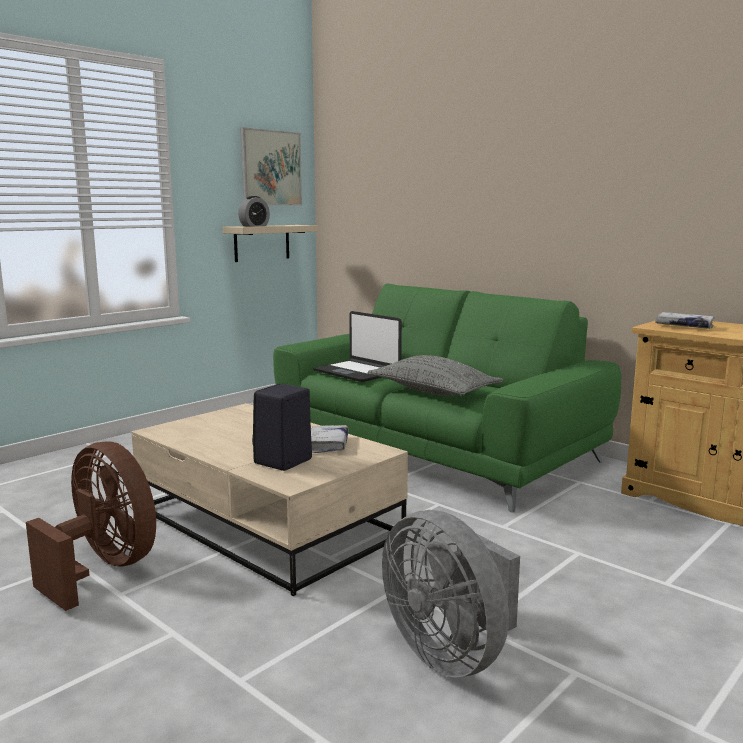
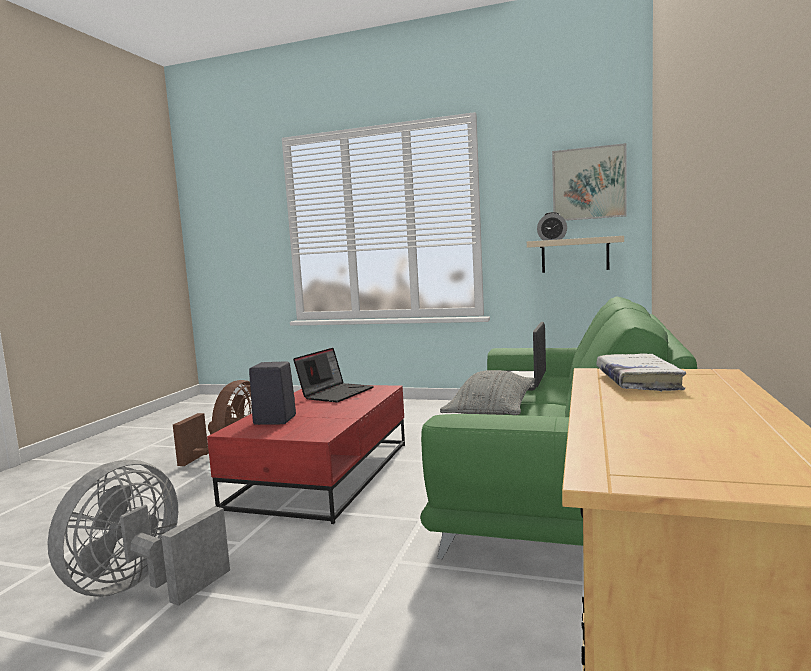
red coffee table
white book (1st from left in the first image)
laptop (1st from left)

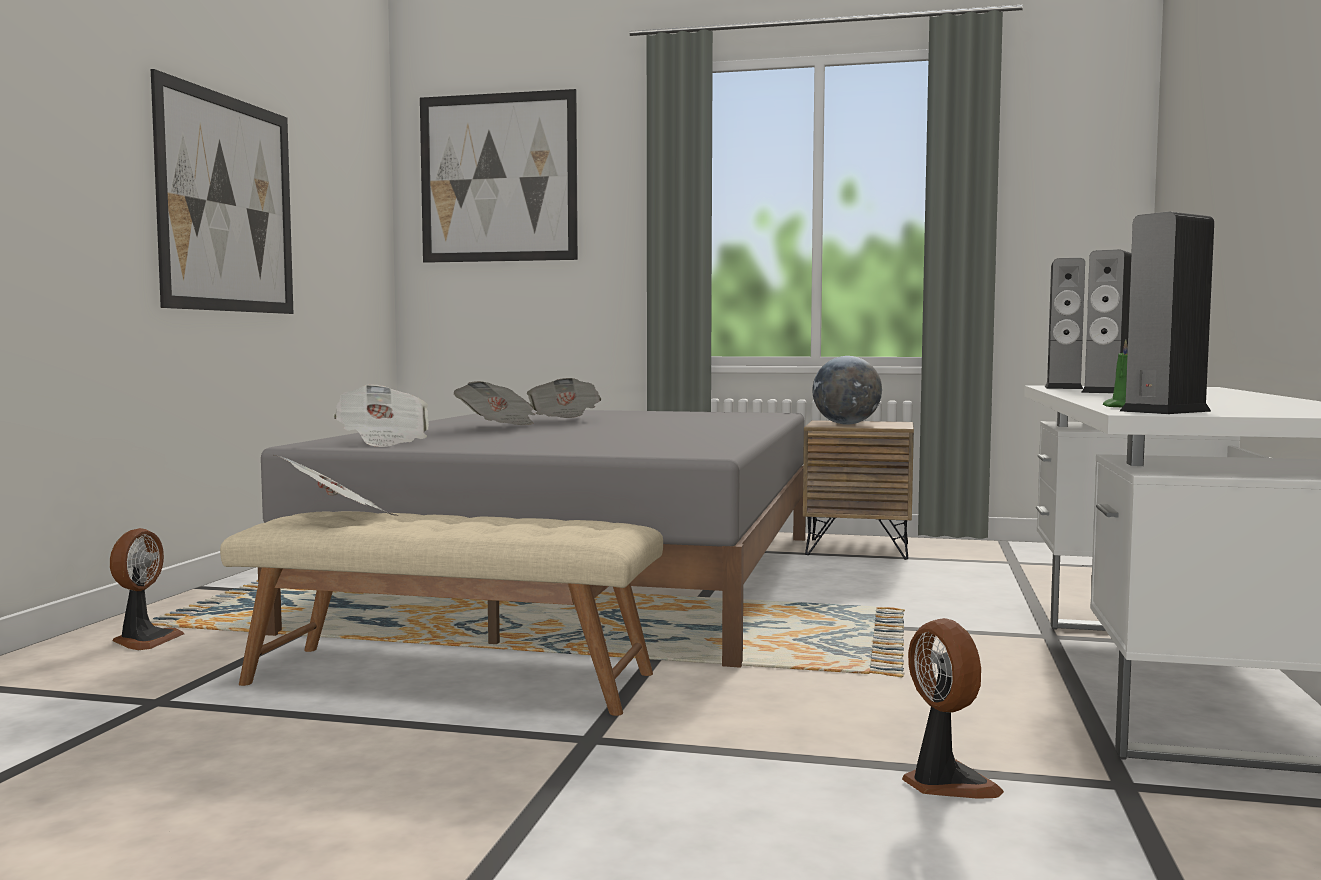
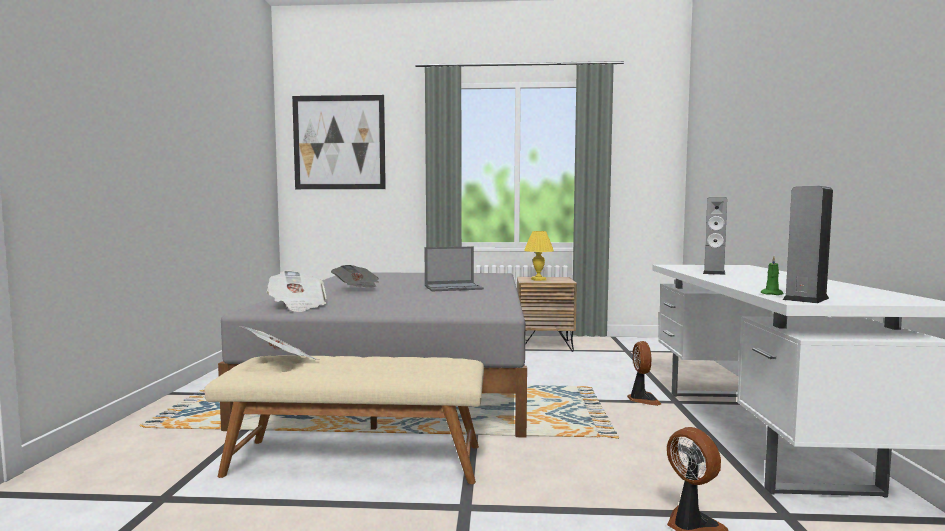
fan (1st from left)
picture (1st from left in the first image)
newspaper (4th from left in the first image)
yellow table lamp
speaker (1st from left in the first image)
laptop

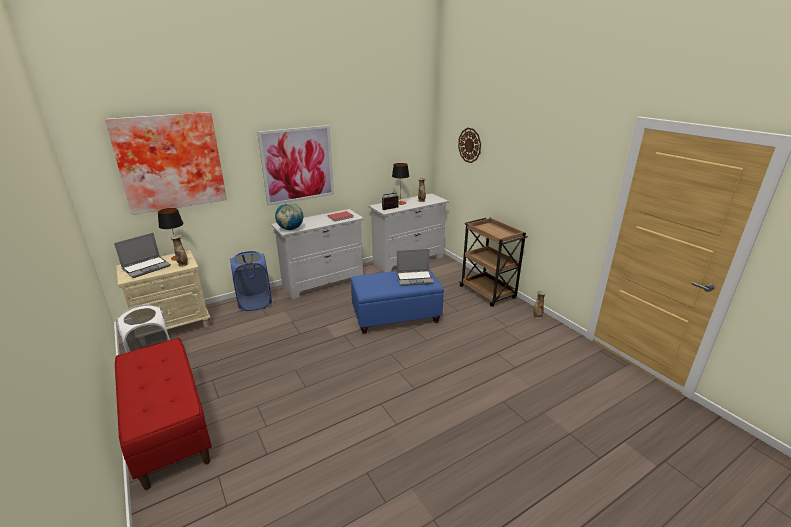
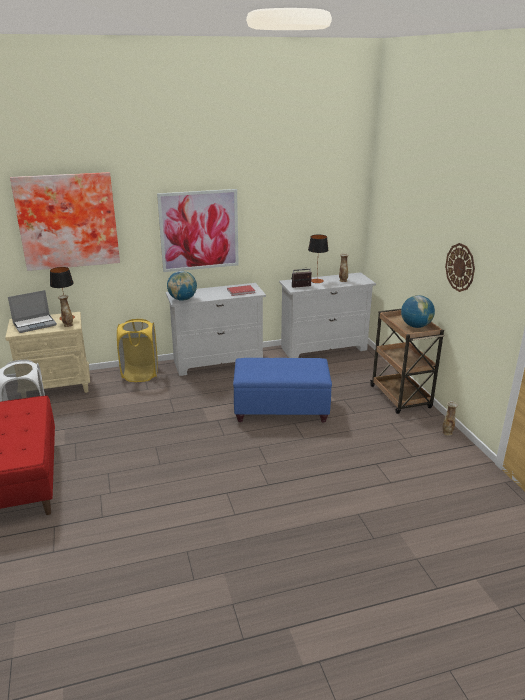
yellow laundry basket
laptop (2nd from left in the first image)
wall clock
globe (2nd from left)

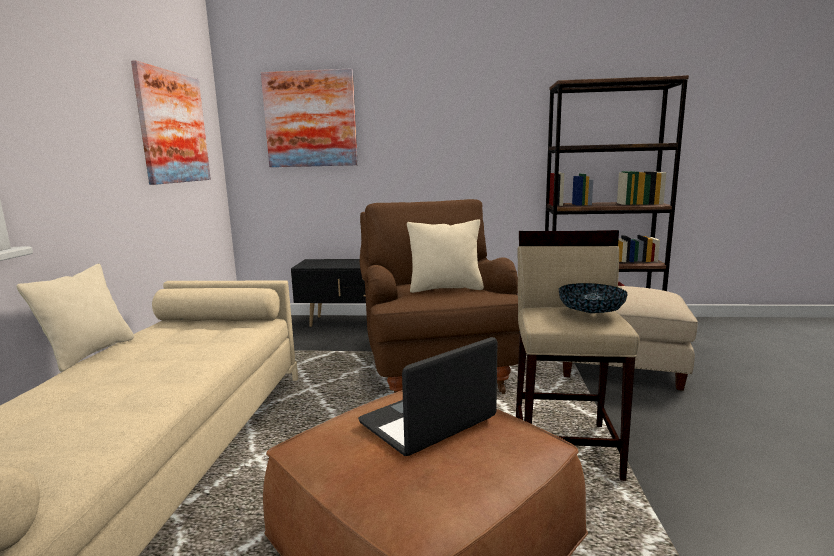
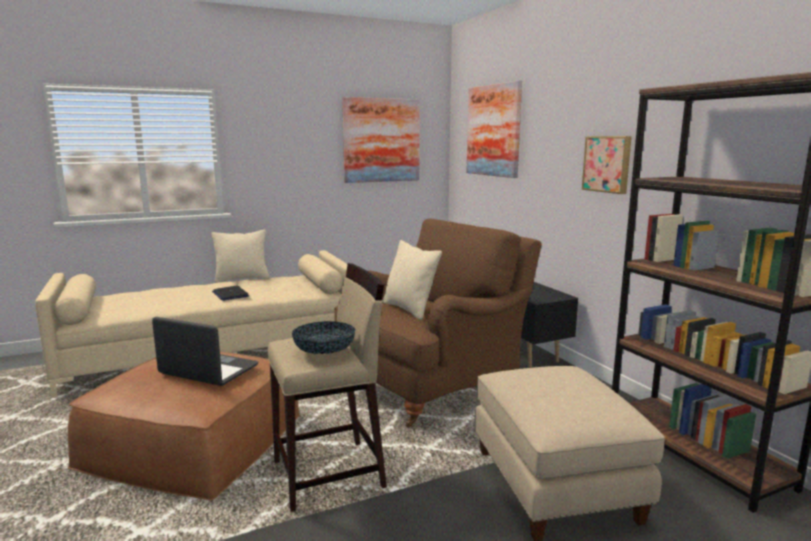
laptop (2nd from left)
picture (3rd from left)

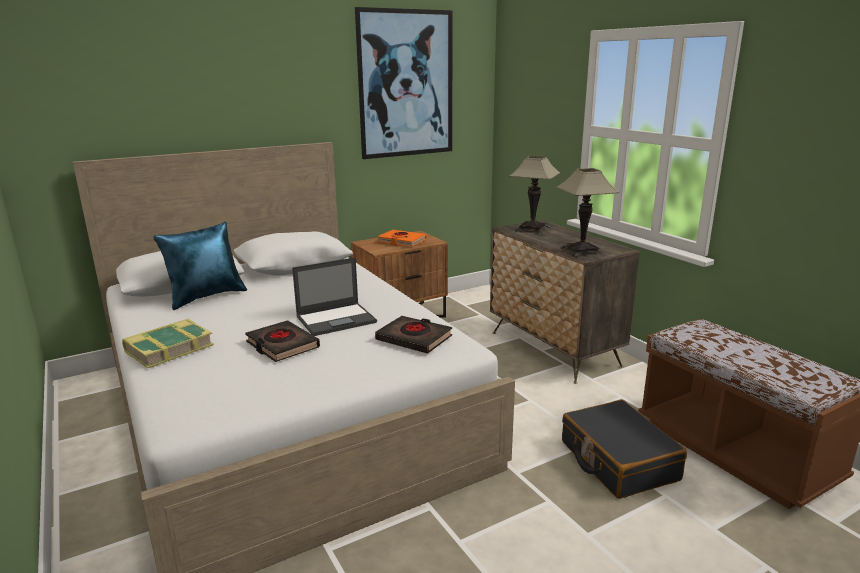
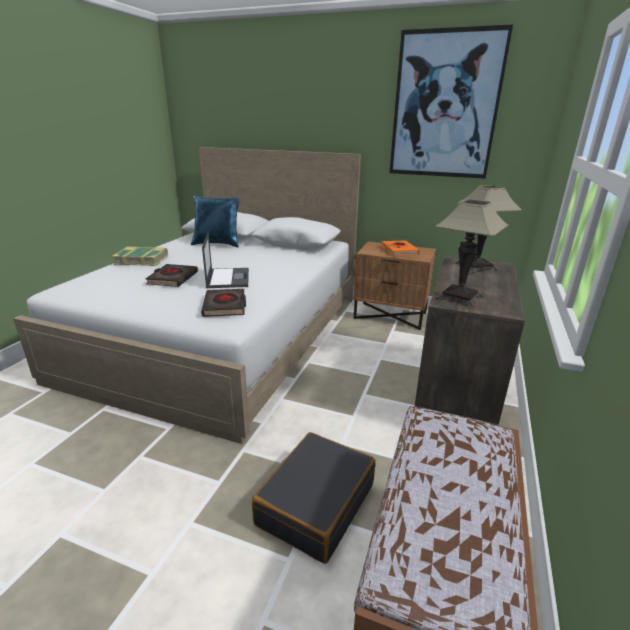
laptop

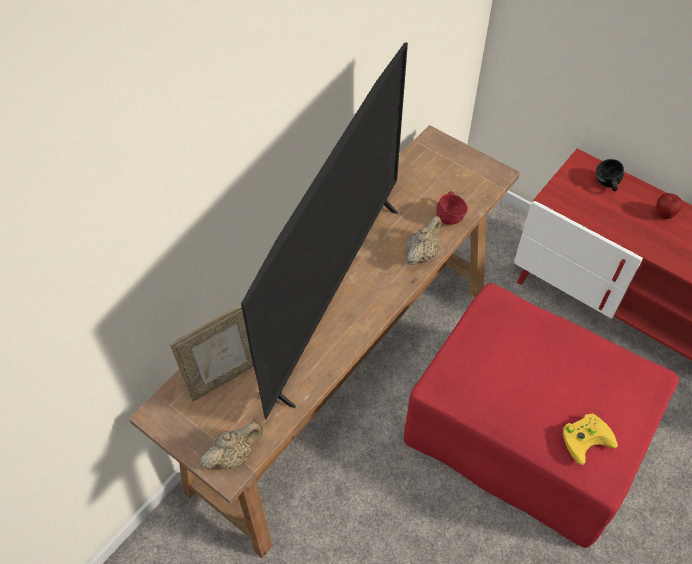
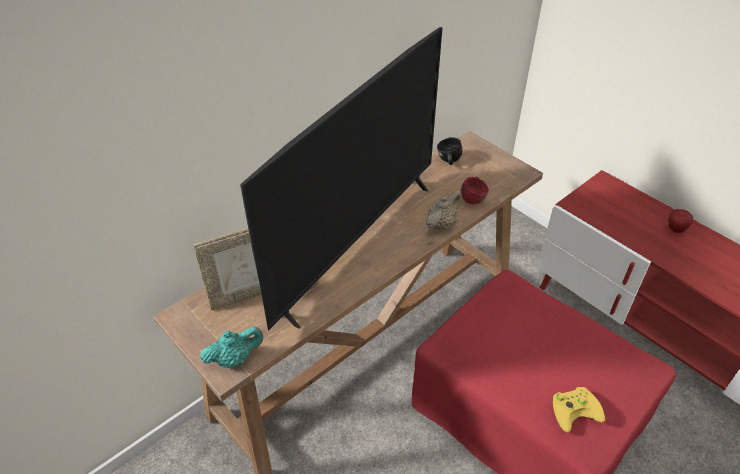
turquoise teapot
black mug

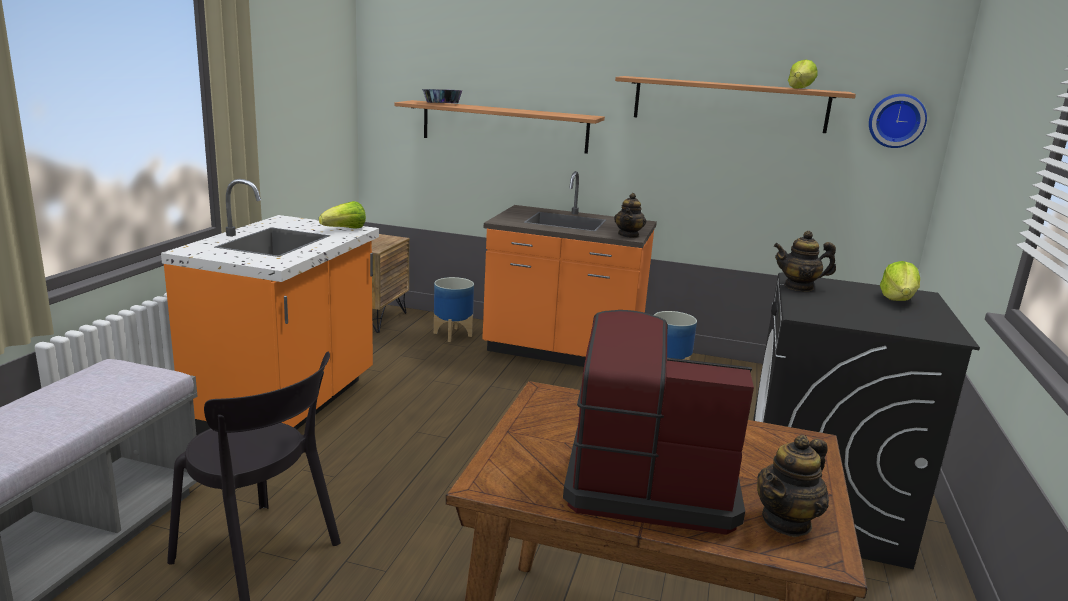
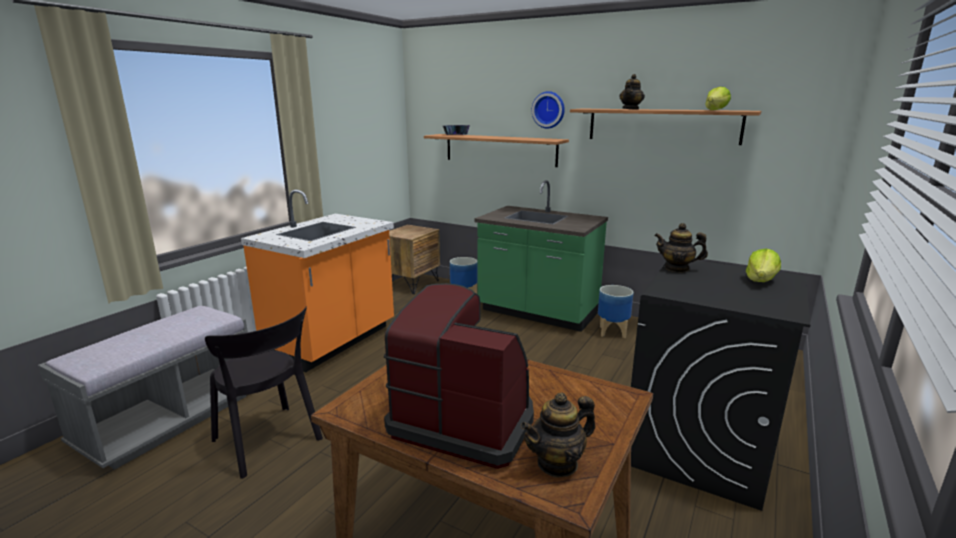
lettuce (1st from left in the first image)
green counter
teapot (2nd from left)
wall clock

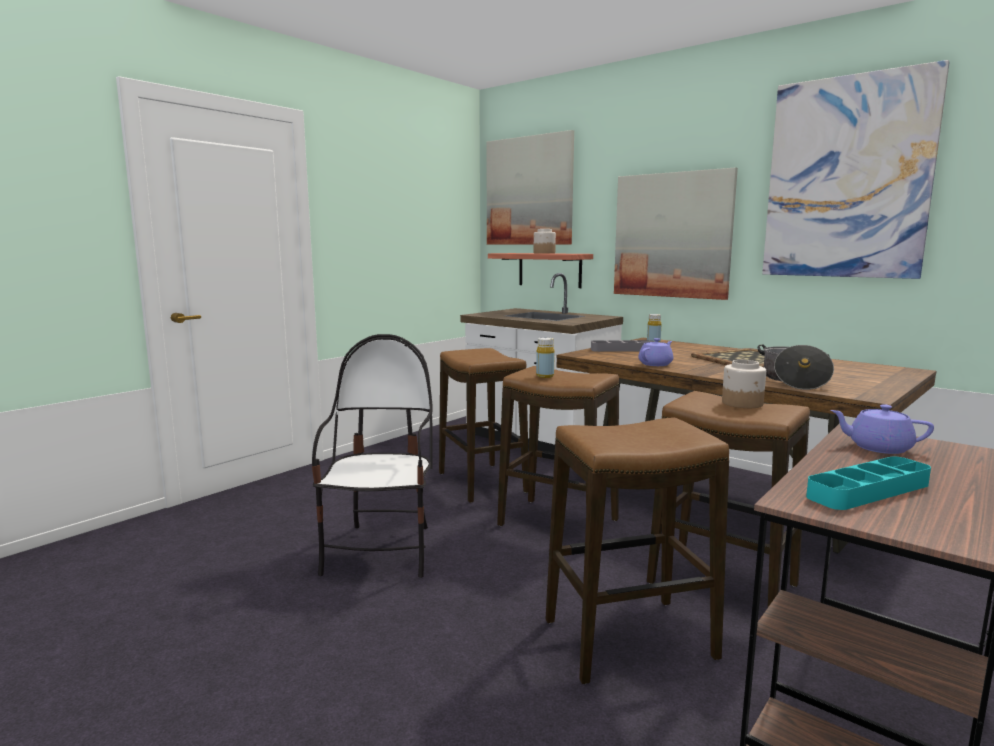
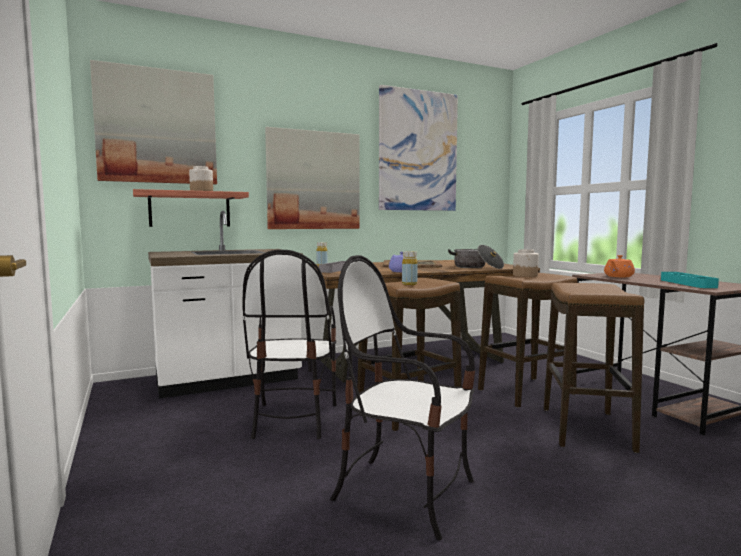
chair (1st from left)
orange teapot

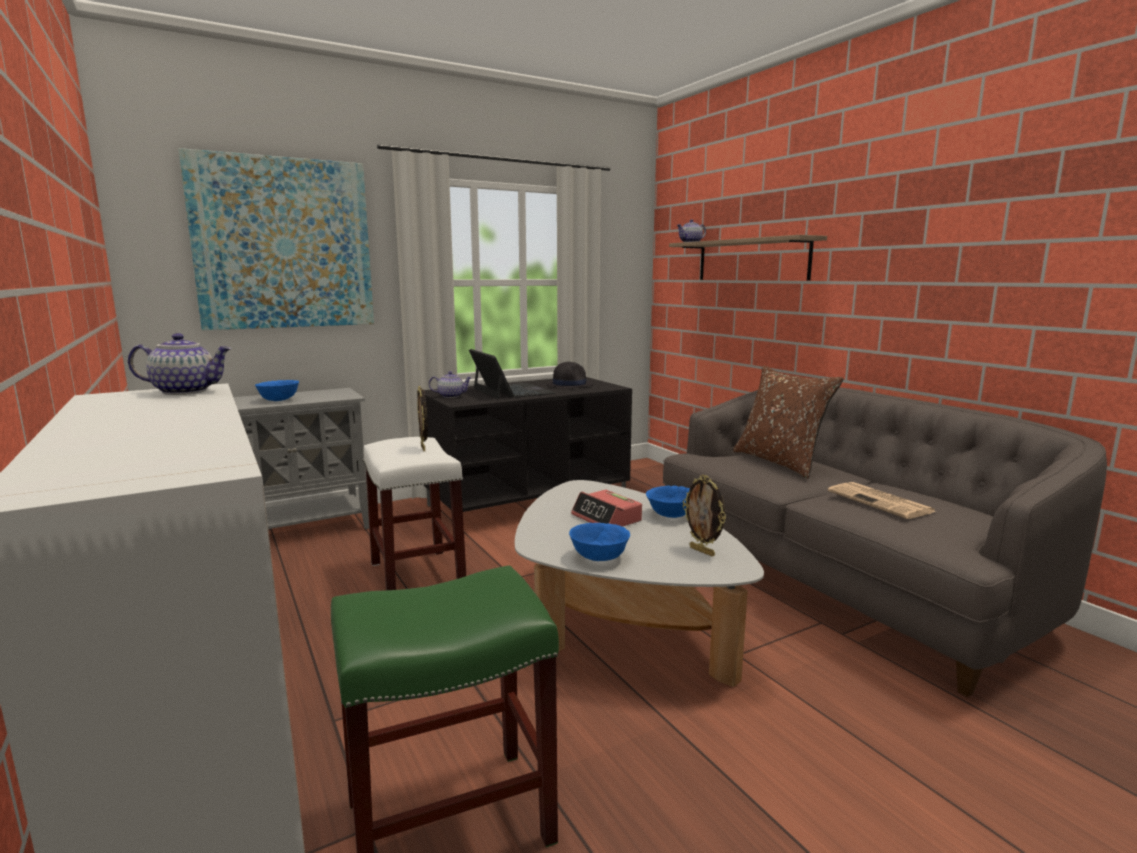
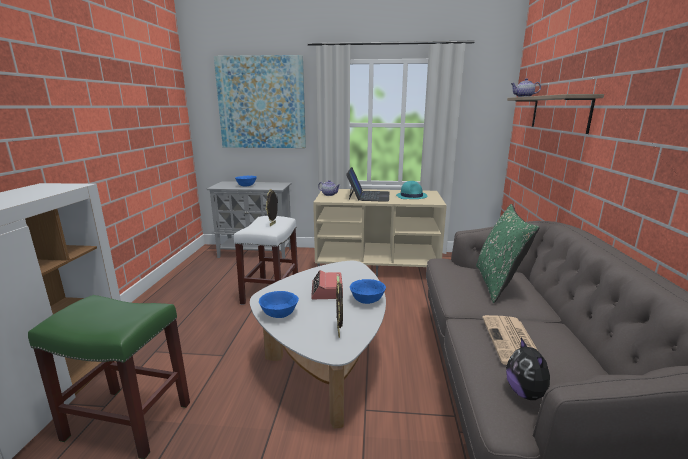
teapot (1st from left in the first image)
beige tv stand
turquoise hat
green pillow
plush toy

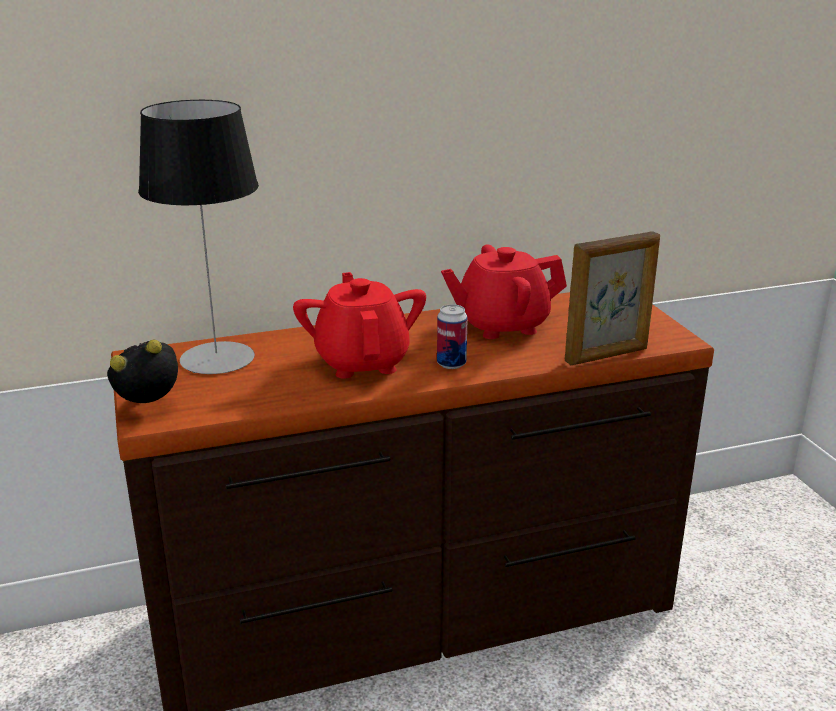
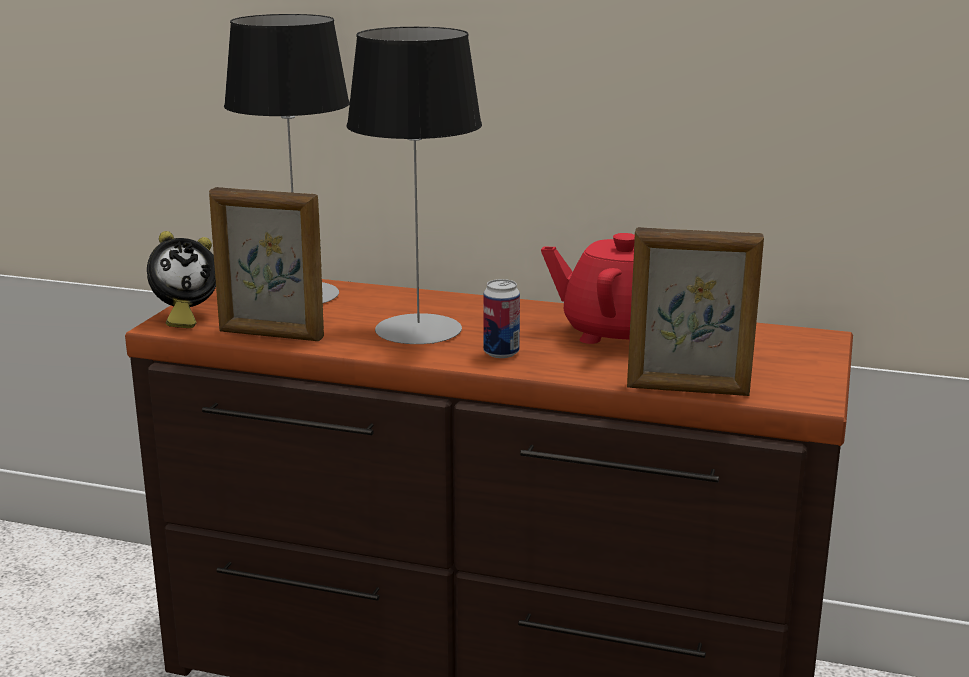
alarm clock
table lamp (2nd from left)
picture frame (1st from left)

